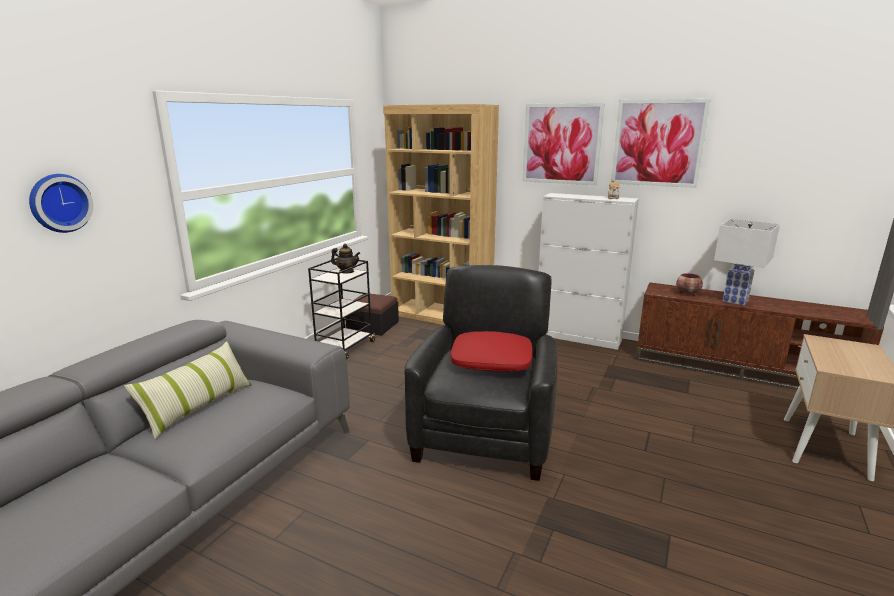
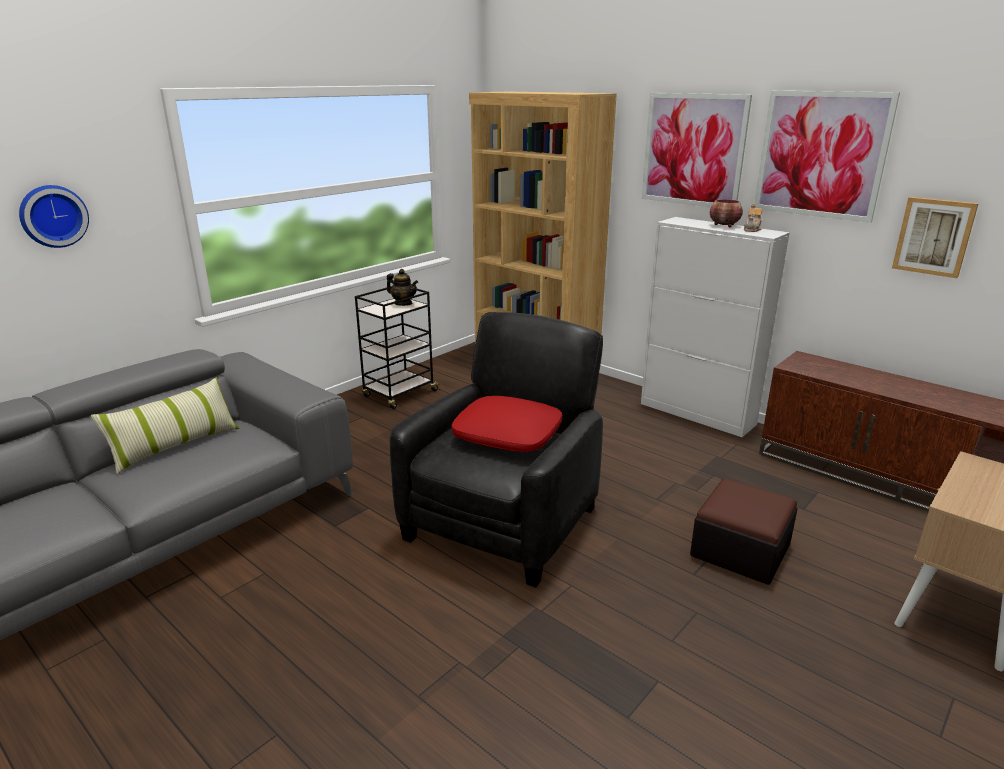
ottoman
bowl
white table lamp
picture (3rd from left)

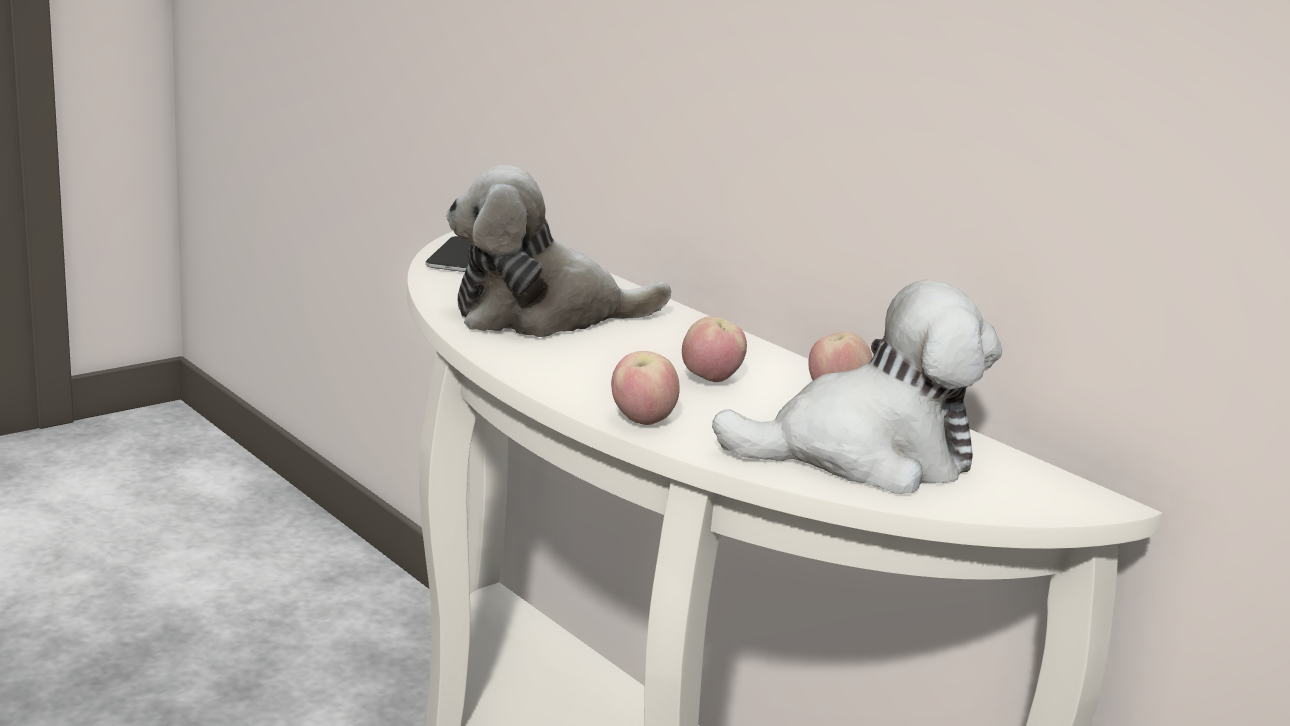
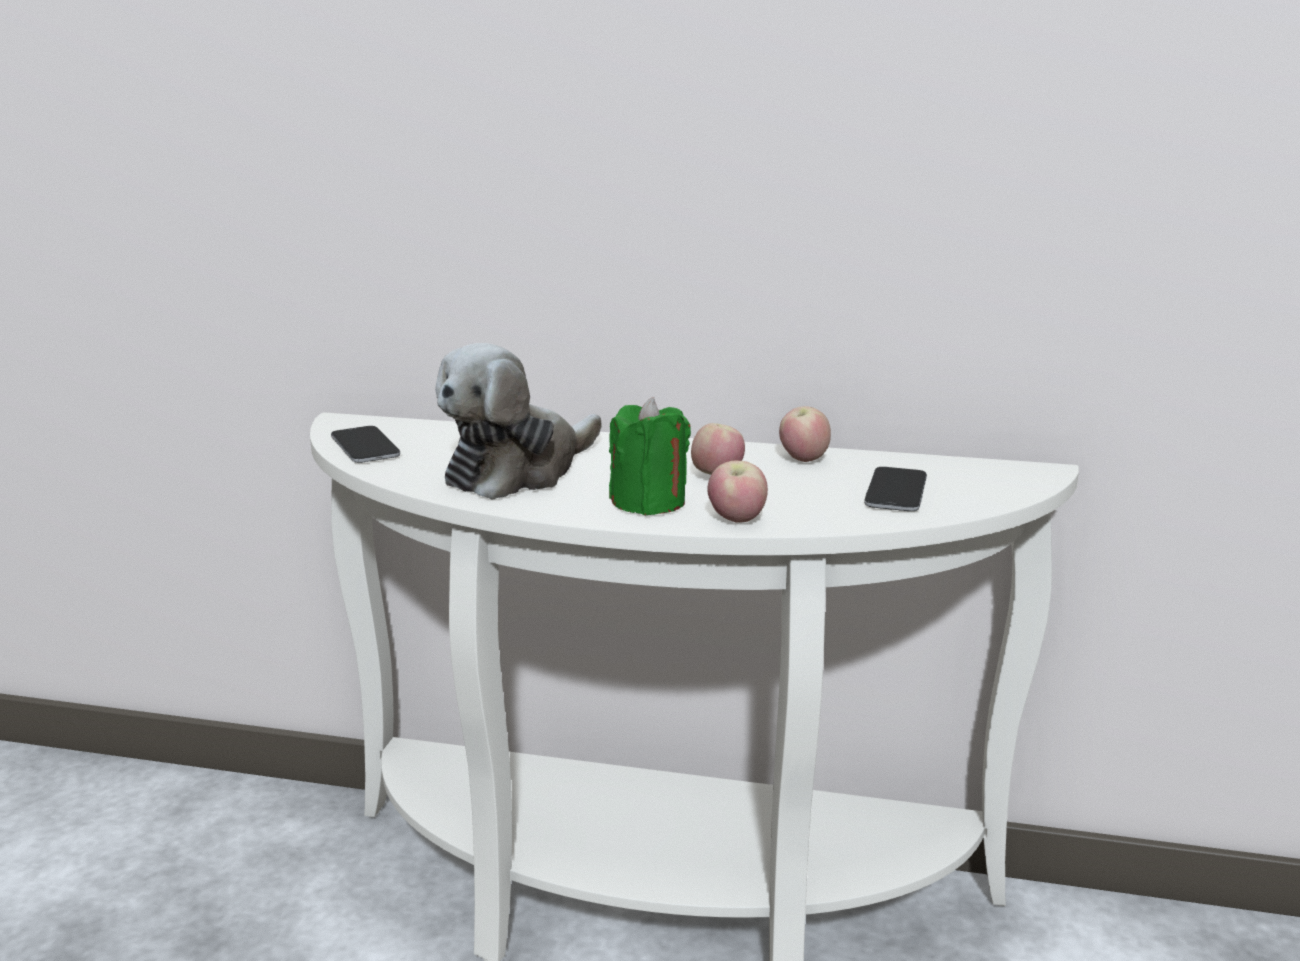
phone (2nd from left)
green candle

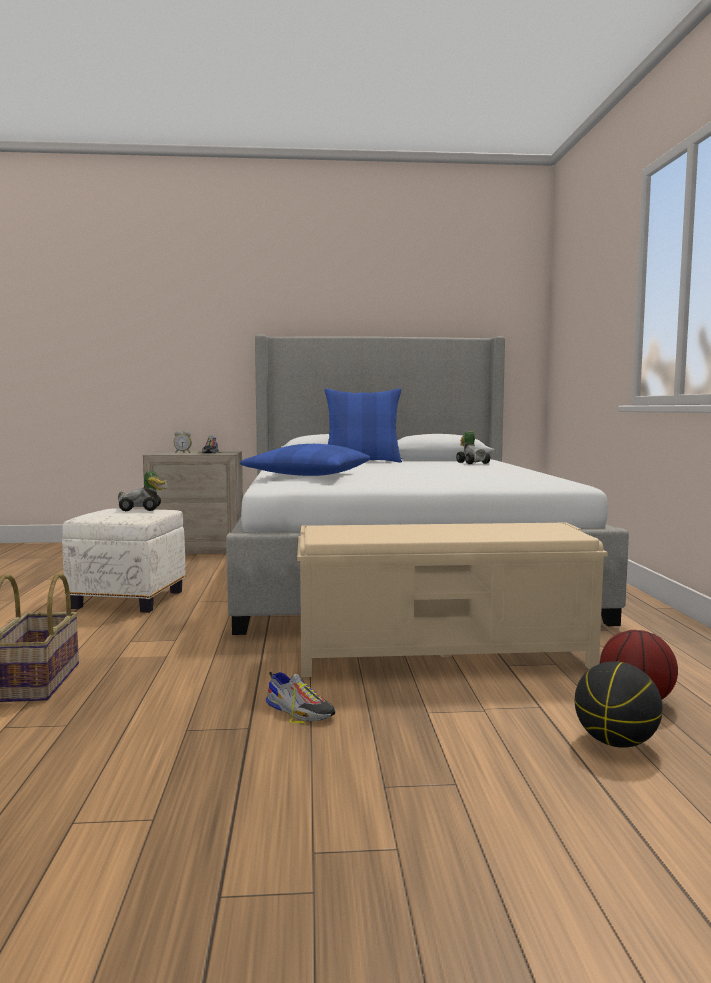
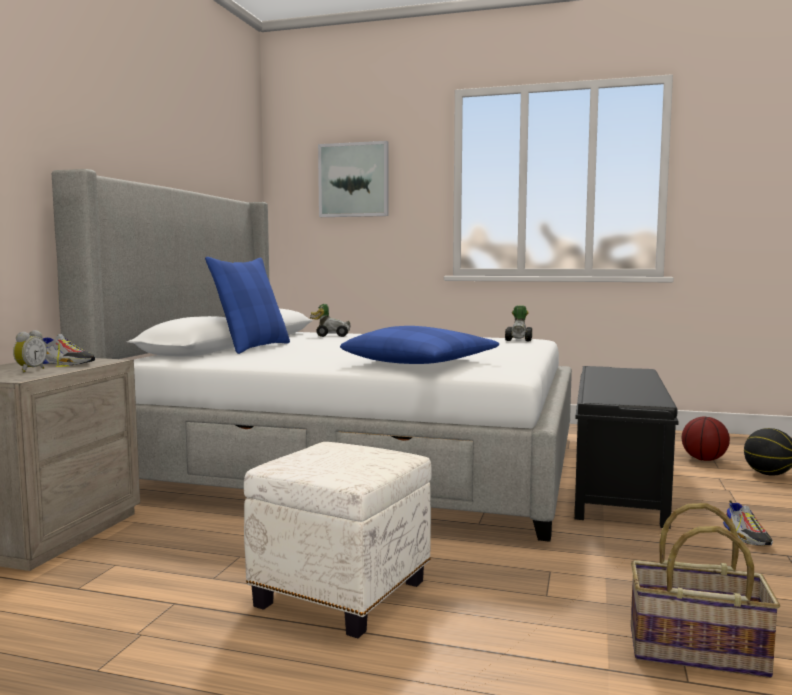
toy car (2nd from left)
shoe (2nd from left)
black bench
picture

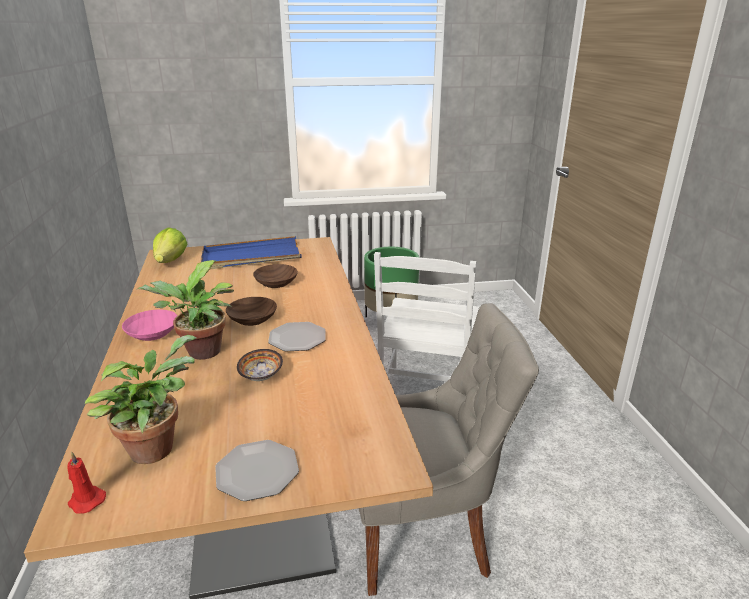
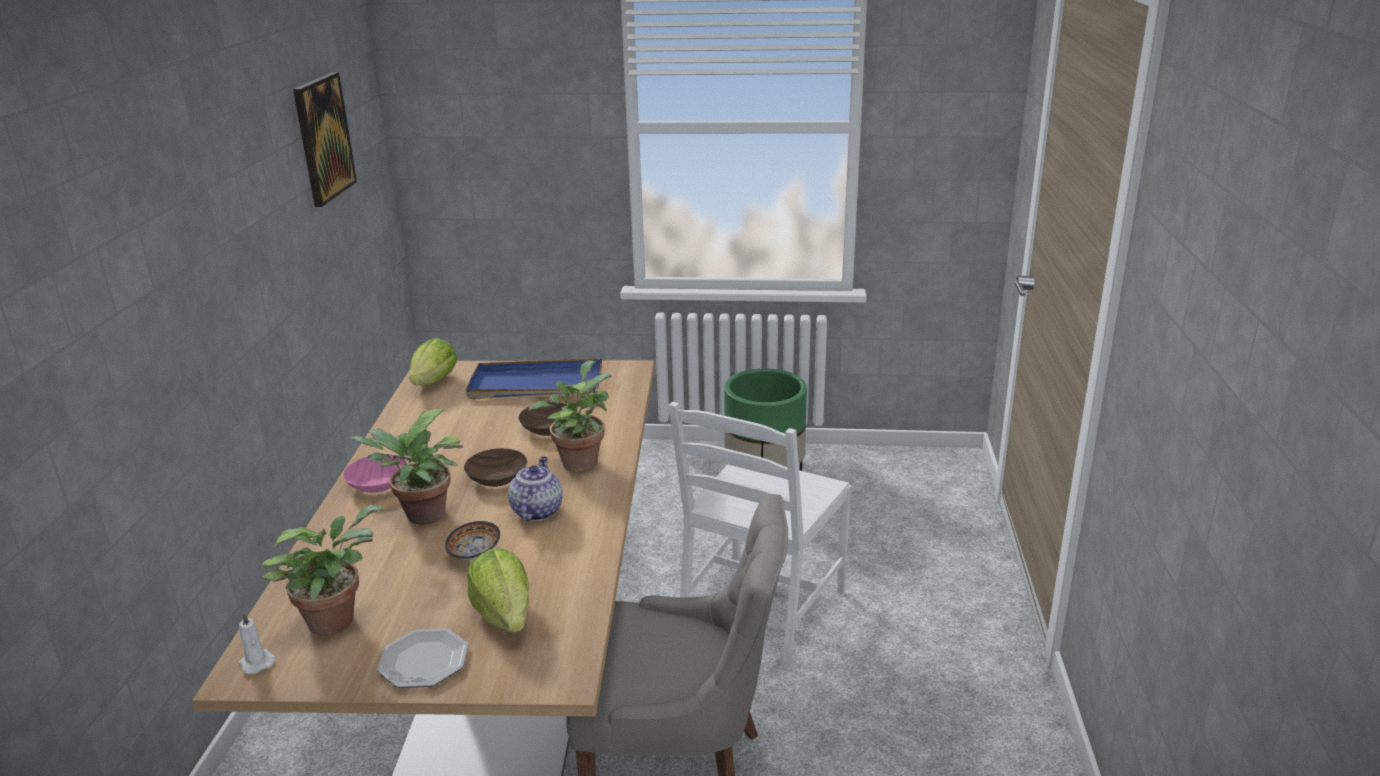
white candle
teapot
picture
lettuce (2nd from left)
potted plant (3rd from left)

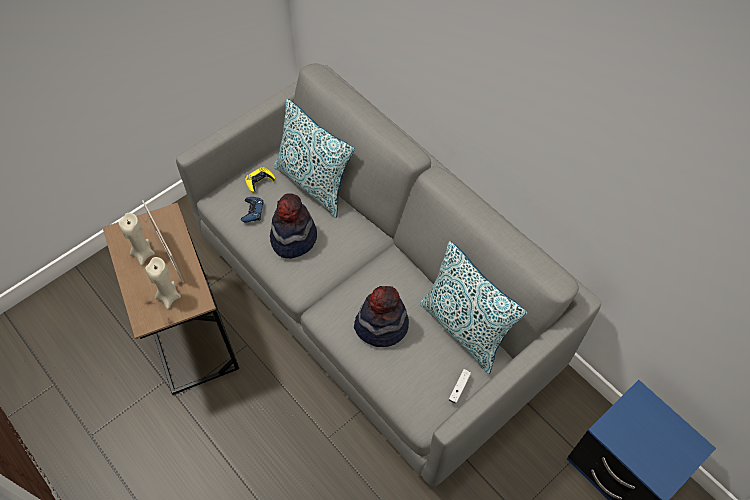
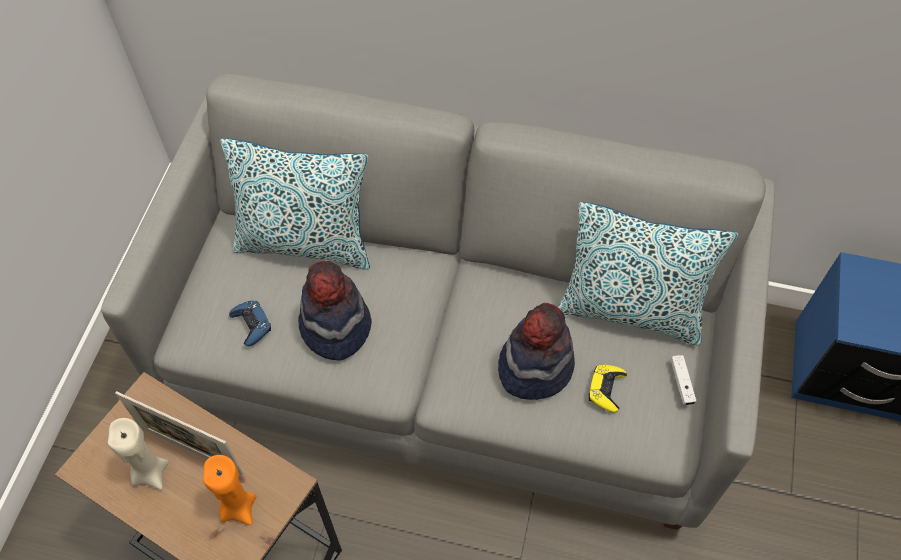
orange candle
yellow game controller

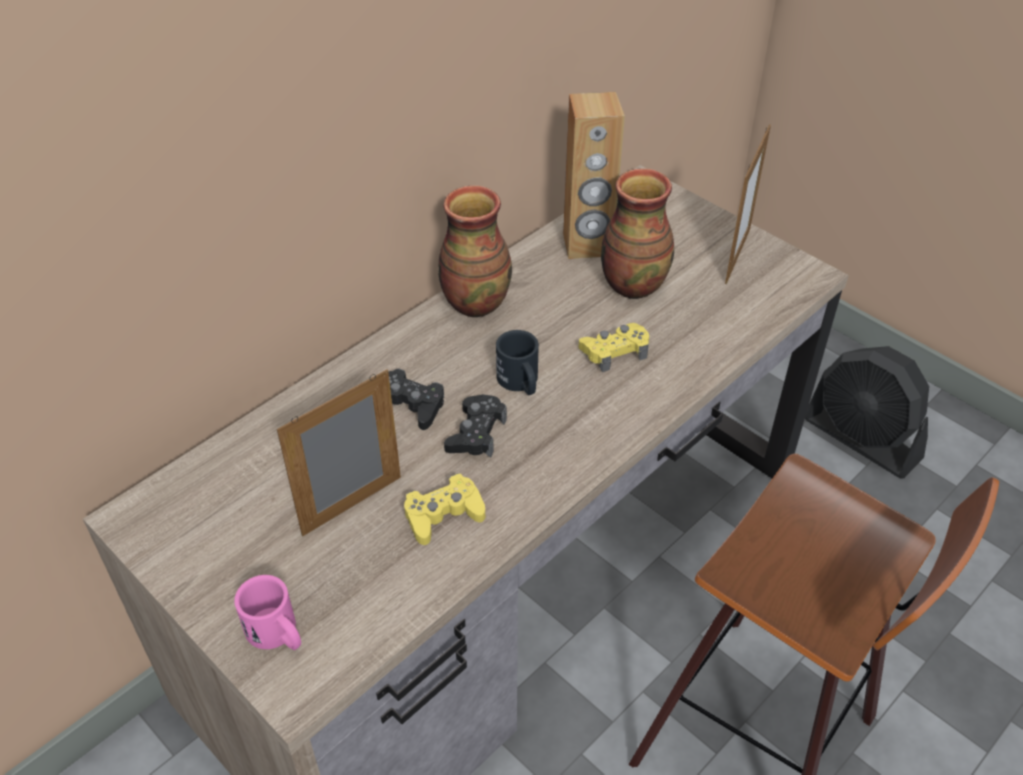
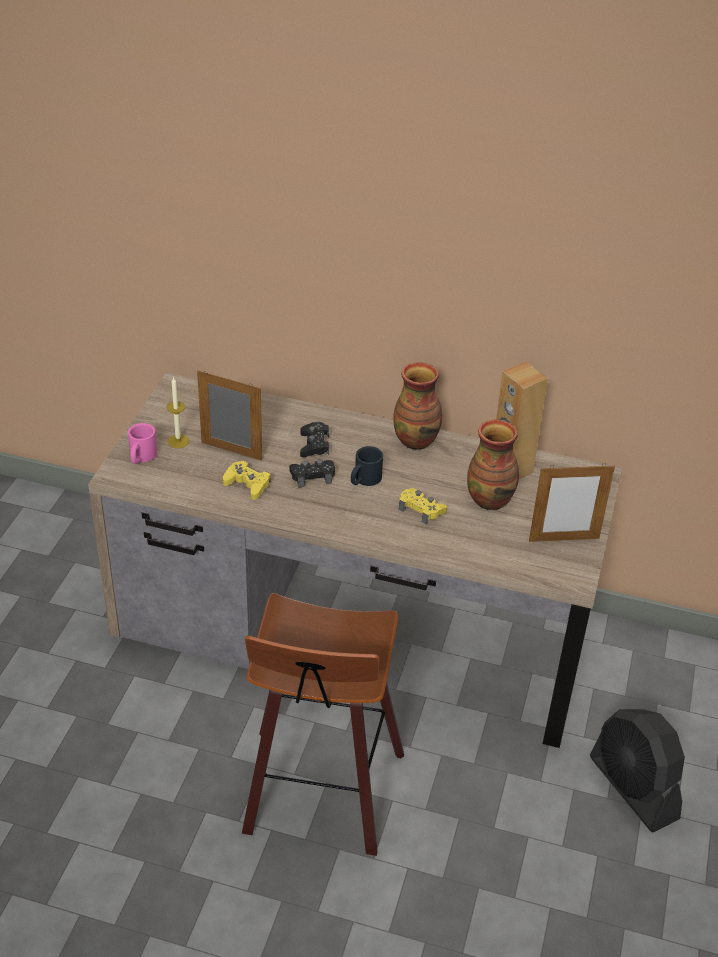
black fan
candle

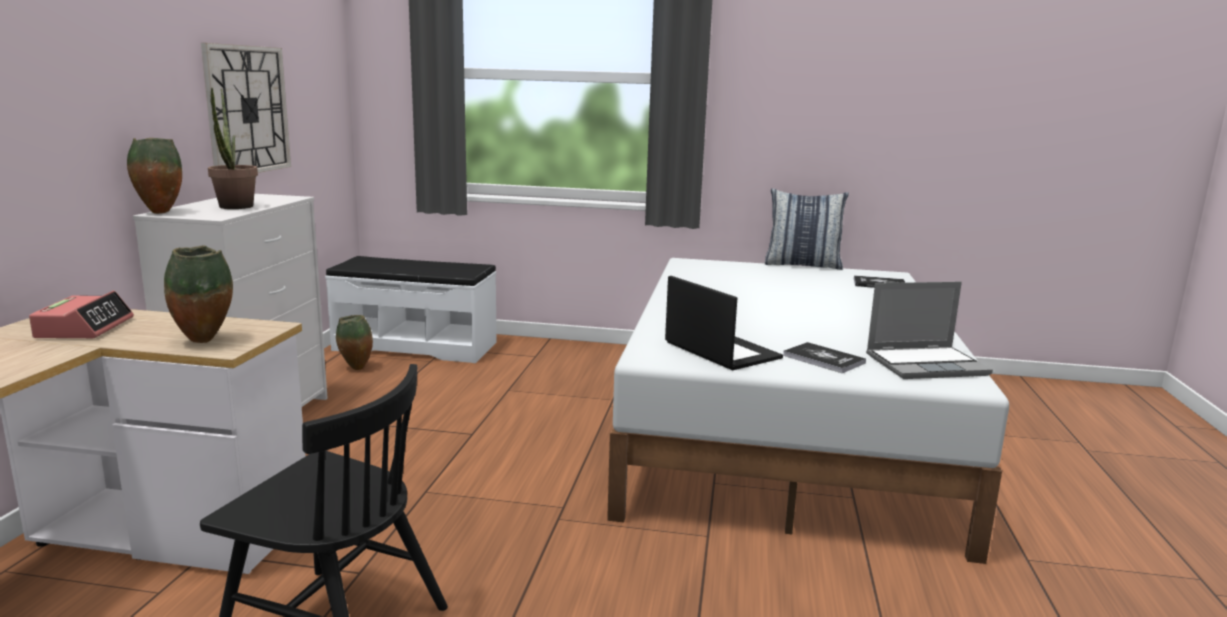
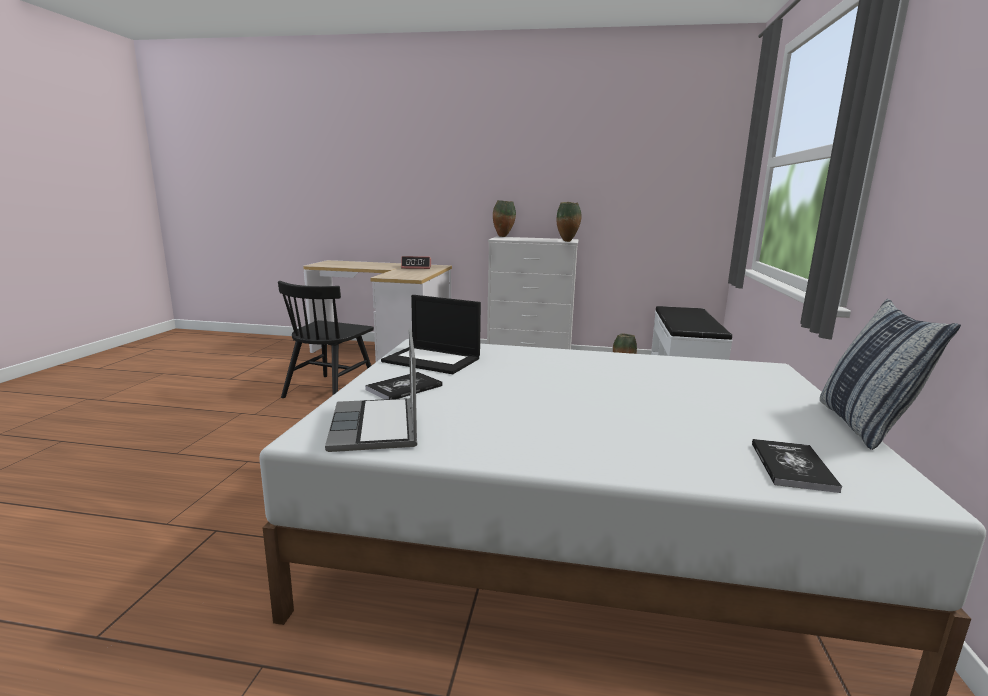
vase (2nd from left)
wall clock
potted plant
laptop (2nd from left)

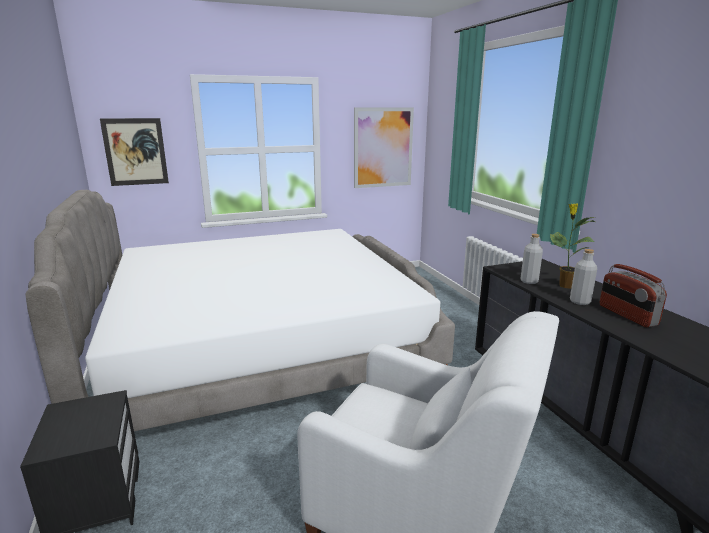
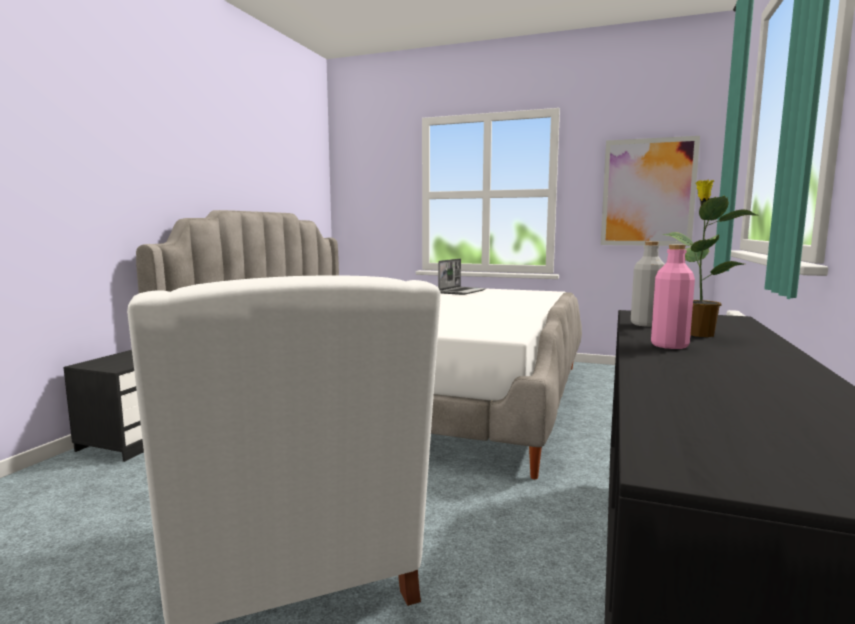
picture (1st from left in the first image)
pink bottle
radio
laptop

